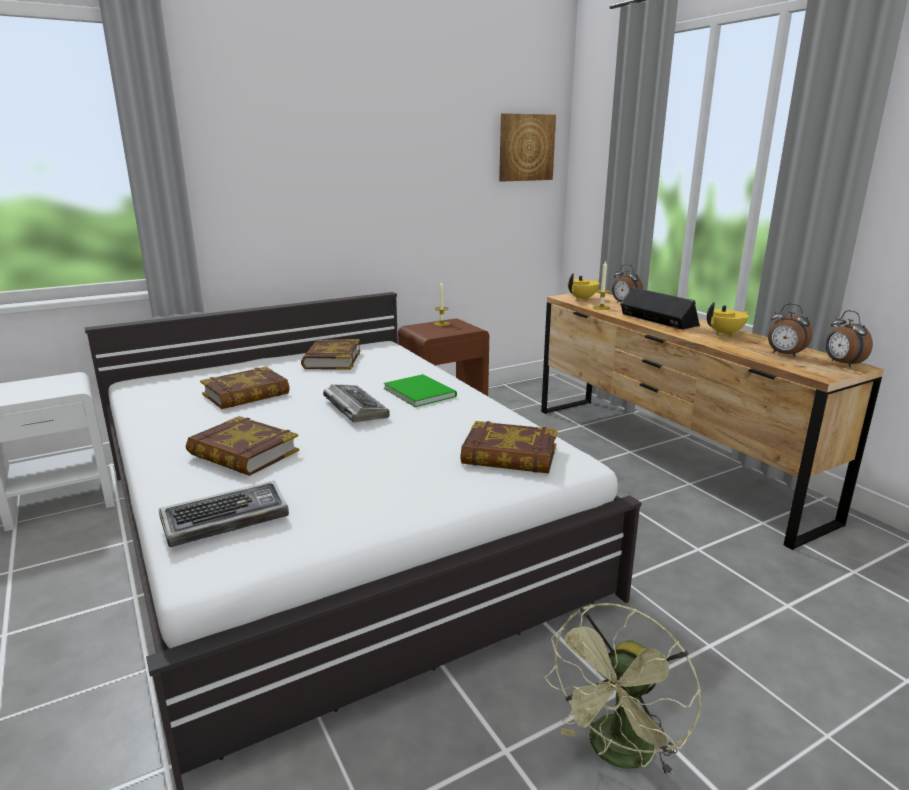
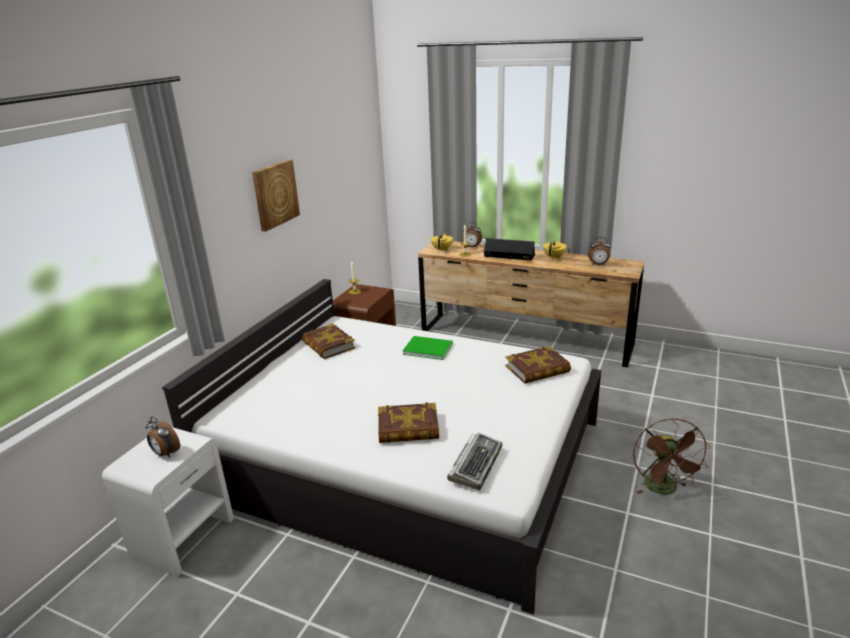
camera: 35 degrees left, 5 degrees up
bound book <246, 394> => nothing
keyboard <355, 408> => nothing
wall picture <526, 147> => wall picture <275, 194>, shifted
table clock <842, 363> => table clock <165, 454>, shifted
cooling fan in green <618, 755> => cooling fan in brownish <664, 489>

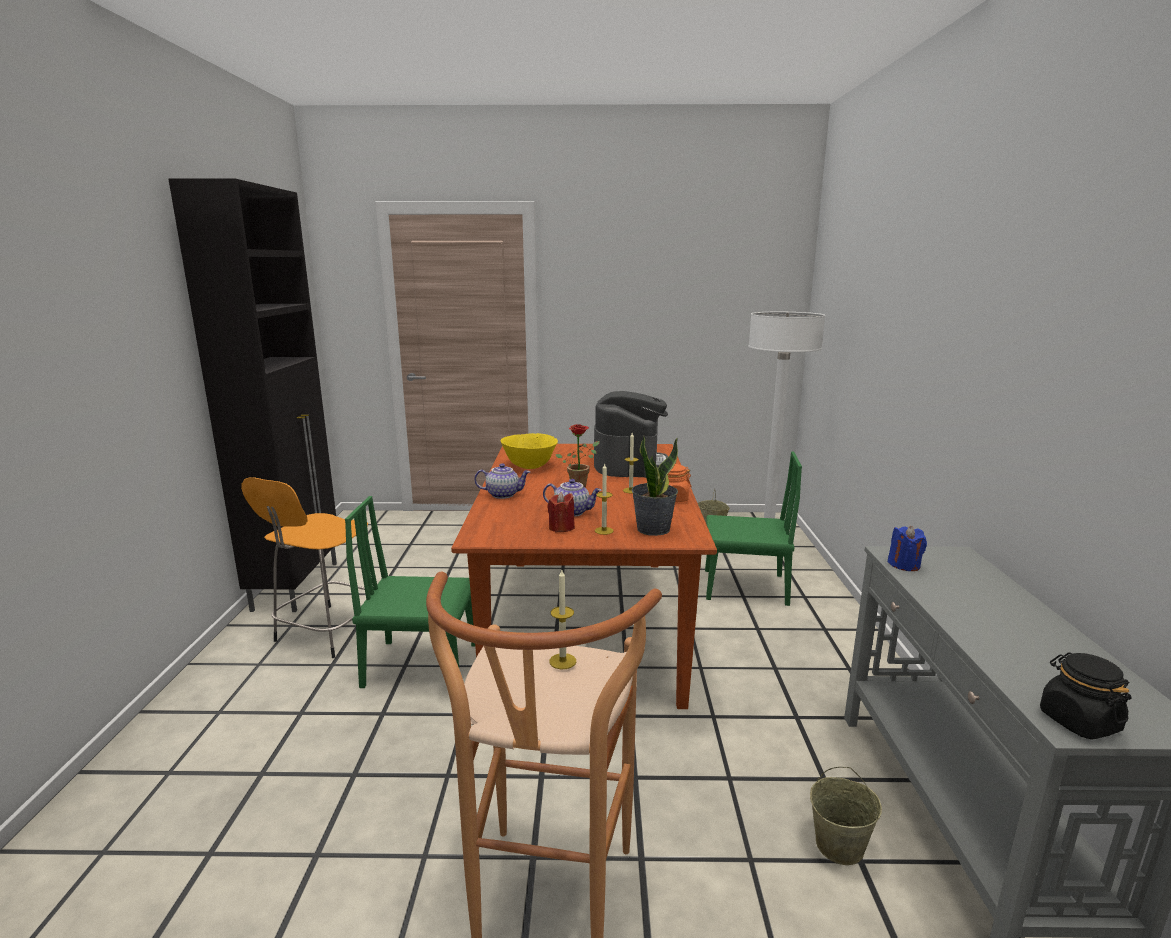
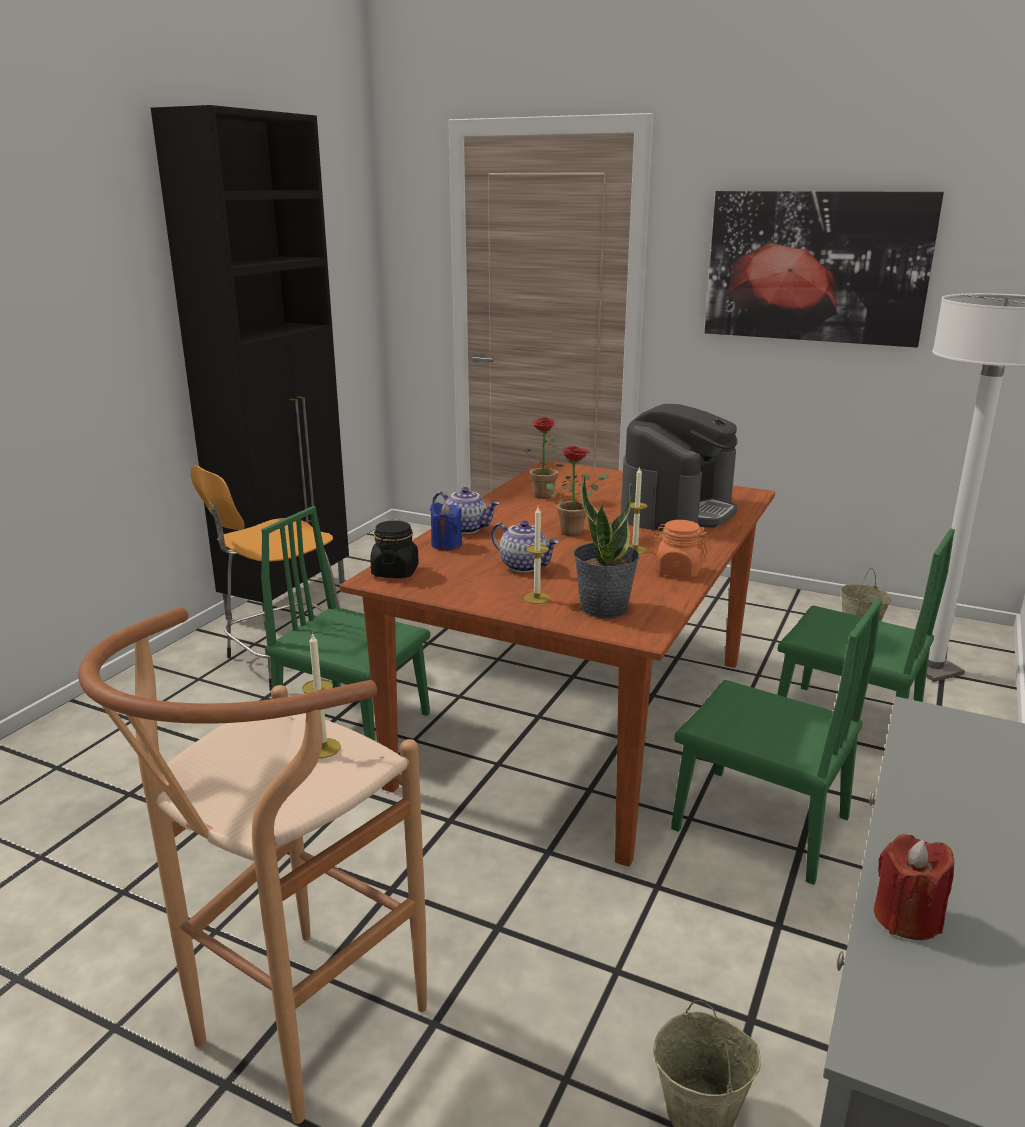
camera: 25 degrees right, 5 degrees up
nothing => plain chair in green <760, 823>
nothing => wall picture <816, 267>
wax candle in reddish <561, 528> => wax candle in reddish <906, 917>, shifted
wax candle in blue <904, 565> => wax candle in blue <446, 545>, shifted
preserve jar in blackish <1078, 721> => preserve jar in blackish <395, 572>, shifted
serving bowl in yellow-coloured <529, 466> => plant in a pot <539, 496>

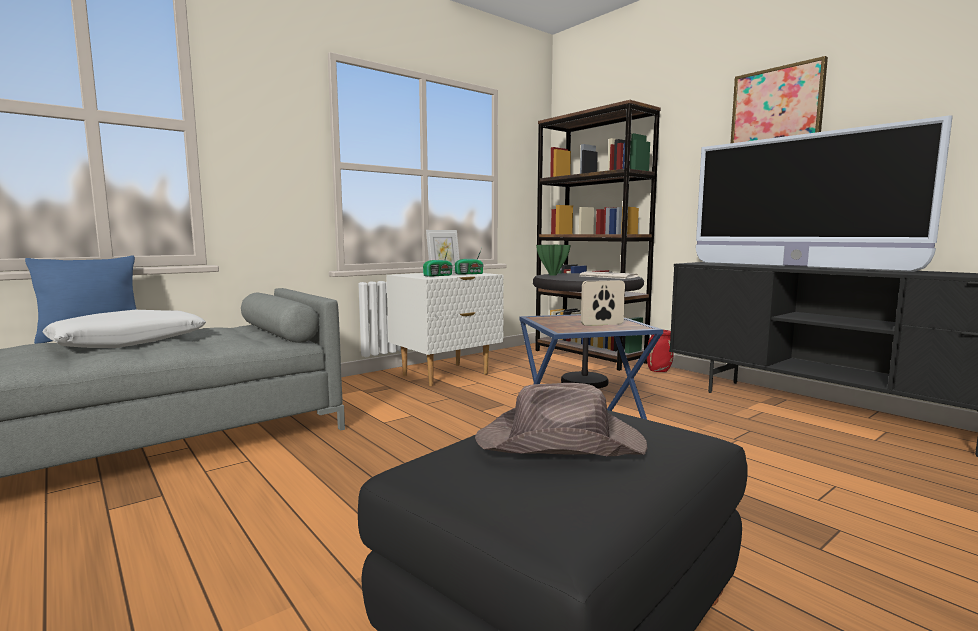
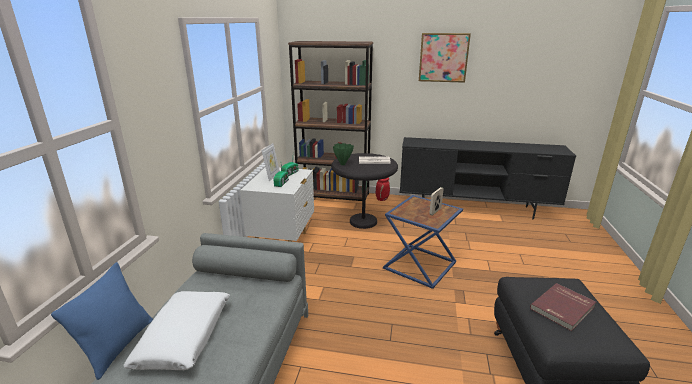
camera: 40 degrees left, 15 degrees up
TV <796, 267> => nothing
hat in brownish <561, 443> => bound book in reddish <563, 308>

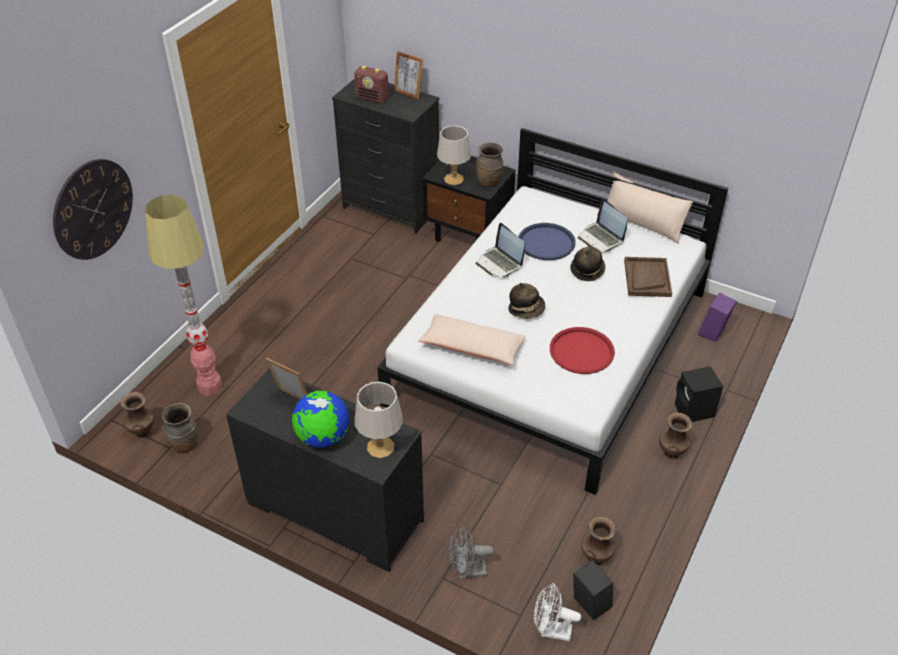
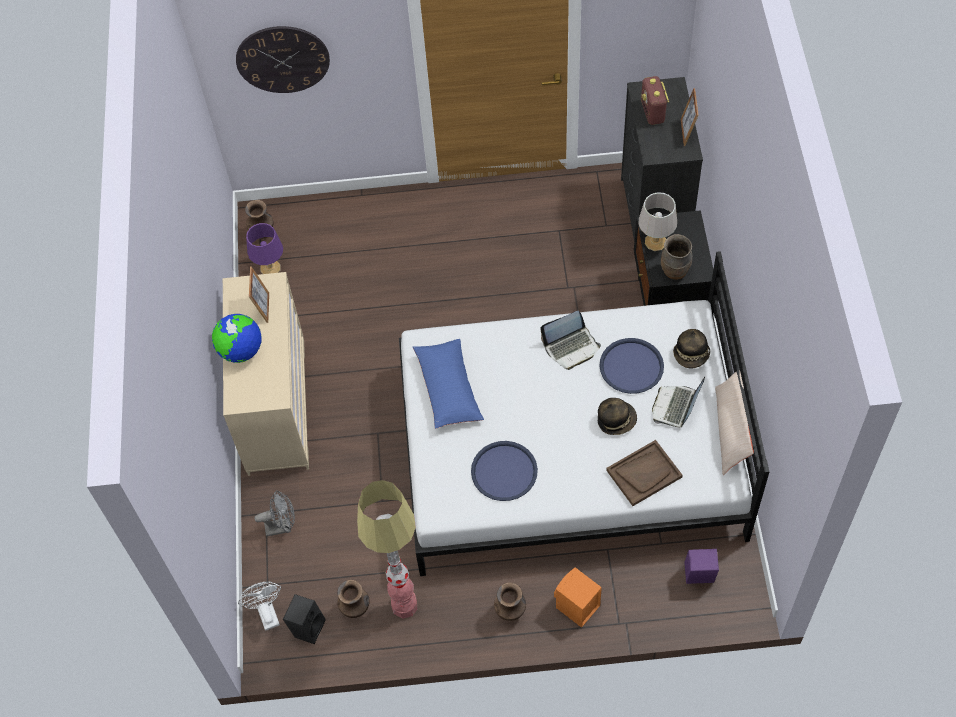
camera: 60 degrees right, 15 degrees up
lamp for a table in greyish <380, 447> => nothing
standing lamp <210, 387> => standing lamp <404, 606>, shifted
hat <526, 309> => hat <691, 355>, shifted
decorative vase in brownish <185, 444> => lamp for a table in purple-coloured <270, 268>
drawer chest in blackish <334, 513> => drawer chest in beige-coloured <275, 405>
throw pillow in beige-coloured <472, 347> => throw pillow in blue <448, 388>
carrying tray in reddish <581, 351> => carrying tray in blue <504, 471>
loudspeaker in blackish <694, 411> => loudspeaker in orange-coloured <576, 607>
cooling fan in greyish <467, 571> => cooling fan in greyish <282, 526>, 120 degrees clockwise
laptop <500, 263> => laptop <571, 347>, 135 degrees counterclockwise

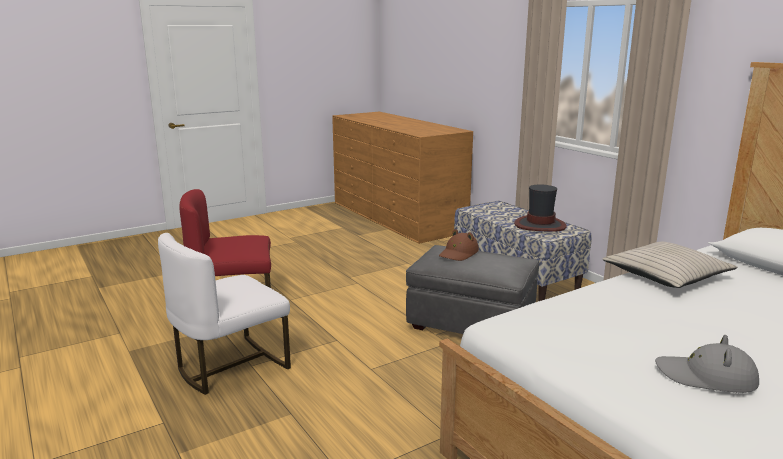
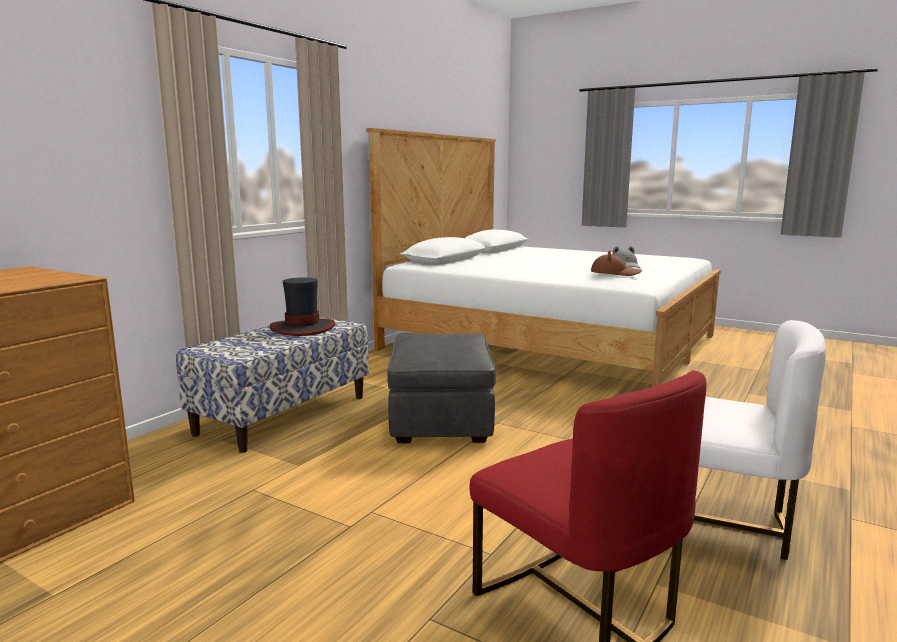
camera: 115 degrees left, 5 degrees down
throw pillow in beige-coloured <665, 275> => nothing
hat in brownish <458, 253> => hat in brownish <615, 273>, shifted

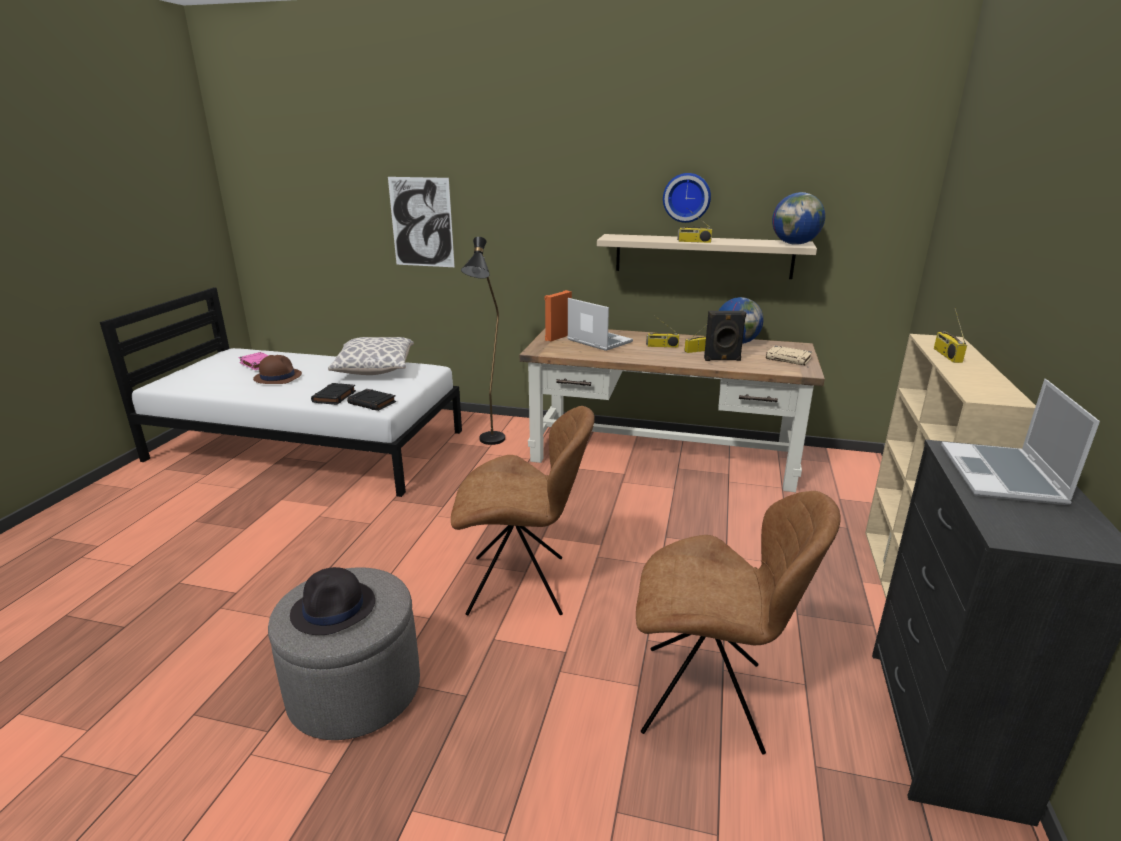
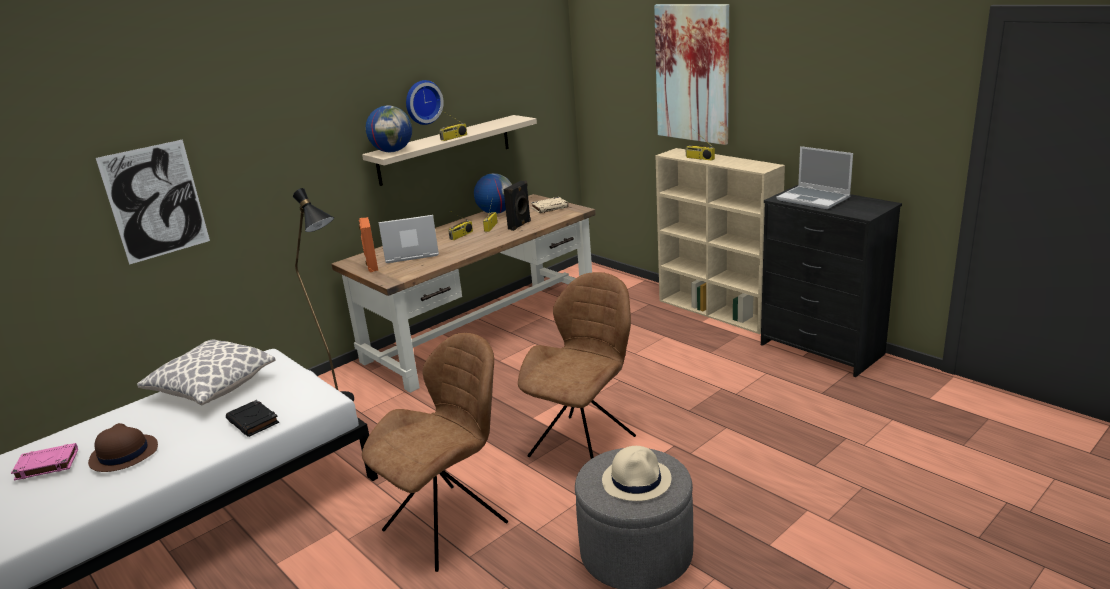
camera: 55 degrees left, 0 degrees up
bound book in blackish <372, 403> => nothing
nothing => wall picture <692, 73>
plain chair in brownish <709, 698> => plain chair in brownish <449, 524>, shifted
desk globe <795, 244> => desk globe <392, 151>, shifted
hat in blackish <334, 608> => hat in beige-coloured <637, 480>

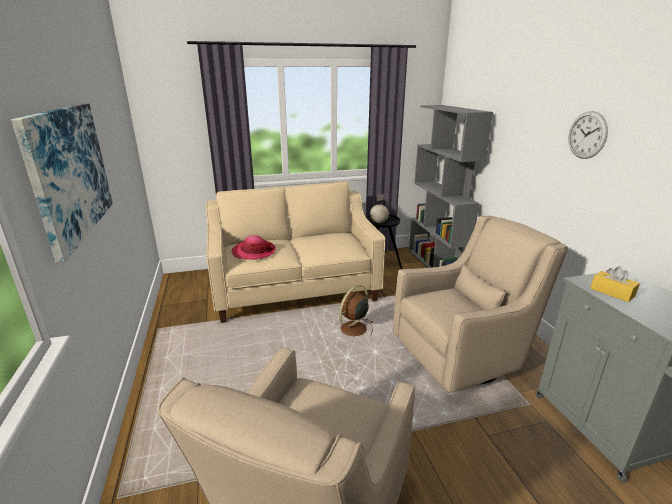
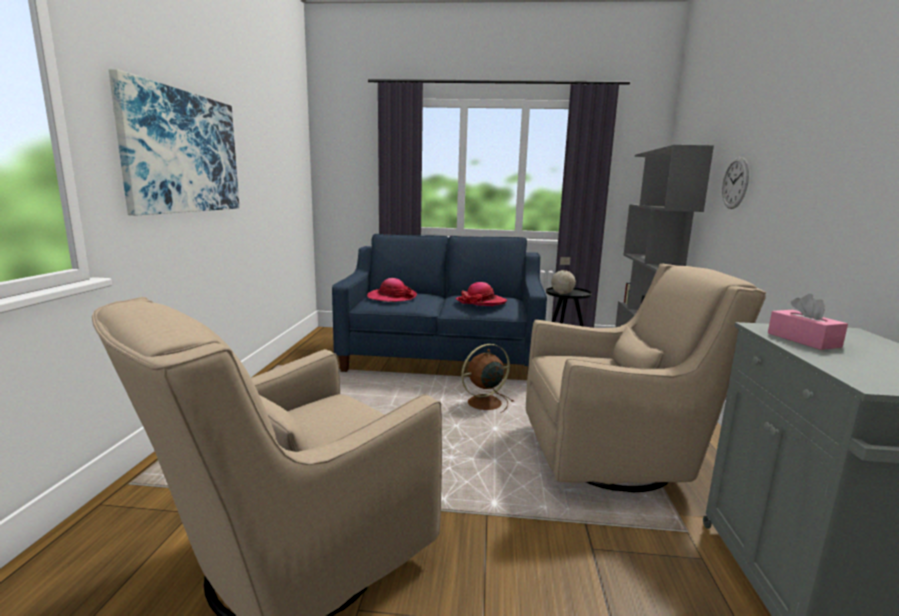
camera: 20 degrees right, 10 degrees down
nothing => hat <481, 302>
hanging clock <587, 135> => hanging clock <735, 183>, shifted
couch in beige-coloured <294, 288> => couch in blue <442, 357>
tissue holder in yellow-coloured <612, 292> => tissue holder in pink <803, 340>

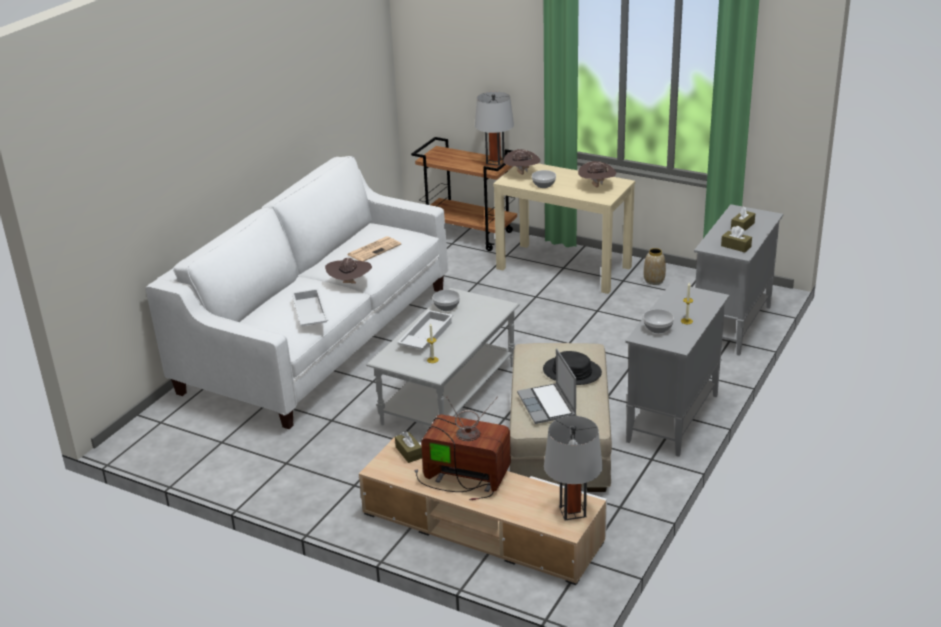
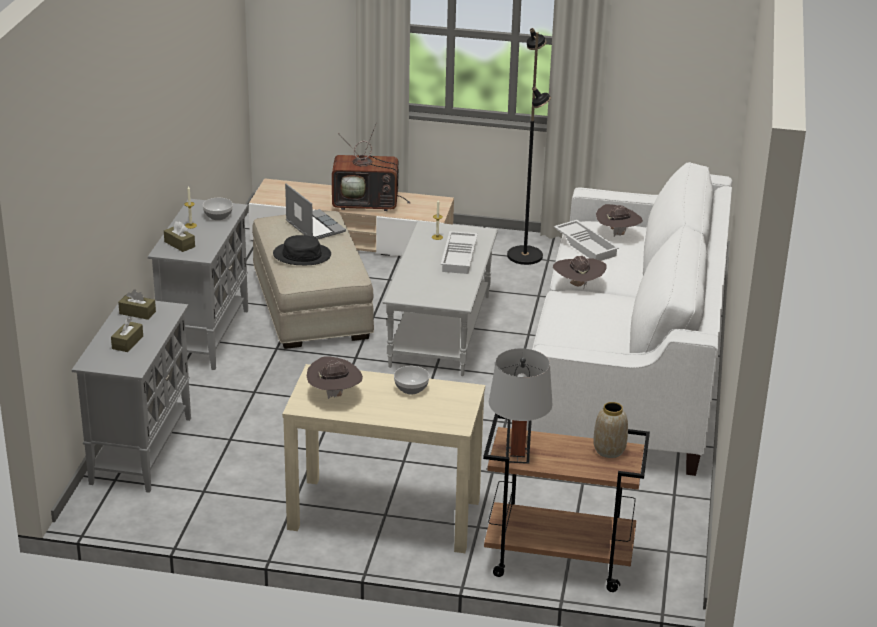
camera: 160 degrees right, 0 degrees up
newspaper <374, 249> => nothing
serving bowl <446, 307> => nothing
lamp for a table in greyish <572, 512> => nothing
nothing => standing lamp in blackish <525, 256>
tissue holder in brownish <409, 452> => tissue holder in brownish <179, 244>, shifted
hat in brownish <522, 174> => hat in brownish <617, 234>, shifted
decorative vase <654, 281> => decorative vase <608, 450>, shifted

